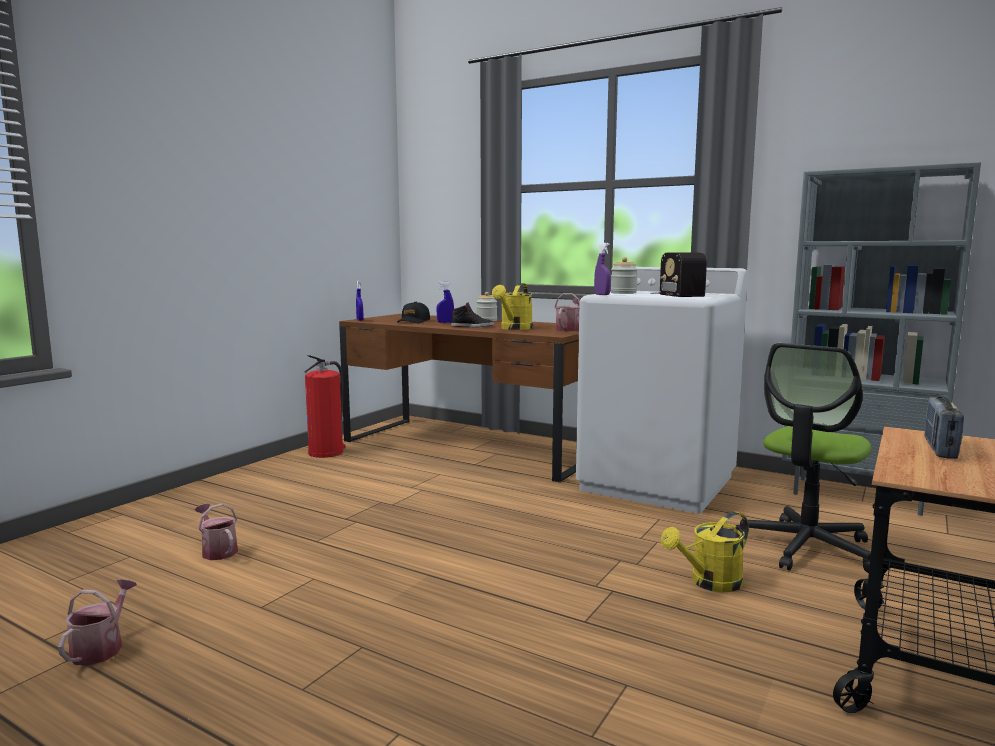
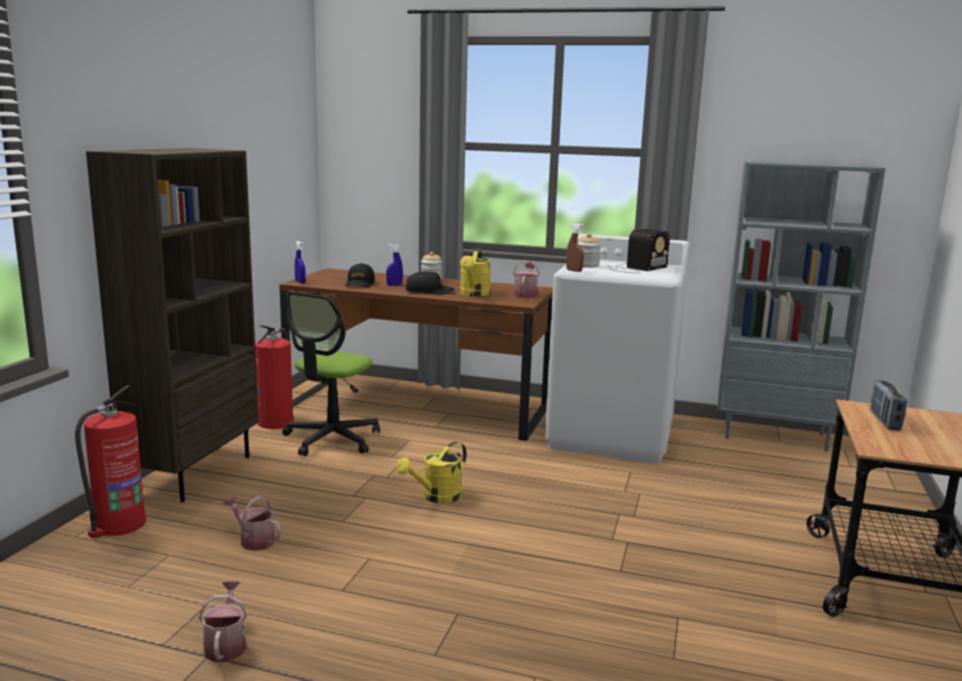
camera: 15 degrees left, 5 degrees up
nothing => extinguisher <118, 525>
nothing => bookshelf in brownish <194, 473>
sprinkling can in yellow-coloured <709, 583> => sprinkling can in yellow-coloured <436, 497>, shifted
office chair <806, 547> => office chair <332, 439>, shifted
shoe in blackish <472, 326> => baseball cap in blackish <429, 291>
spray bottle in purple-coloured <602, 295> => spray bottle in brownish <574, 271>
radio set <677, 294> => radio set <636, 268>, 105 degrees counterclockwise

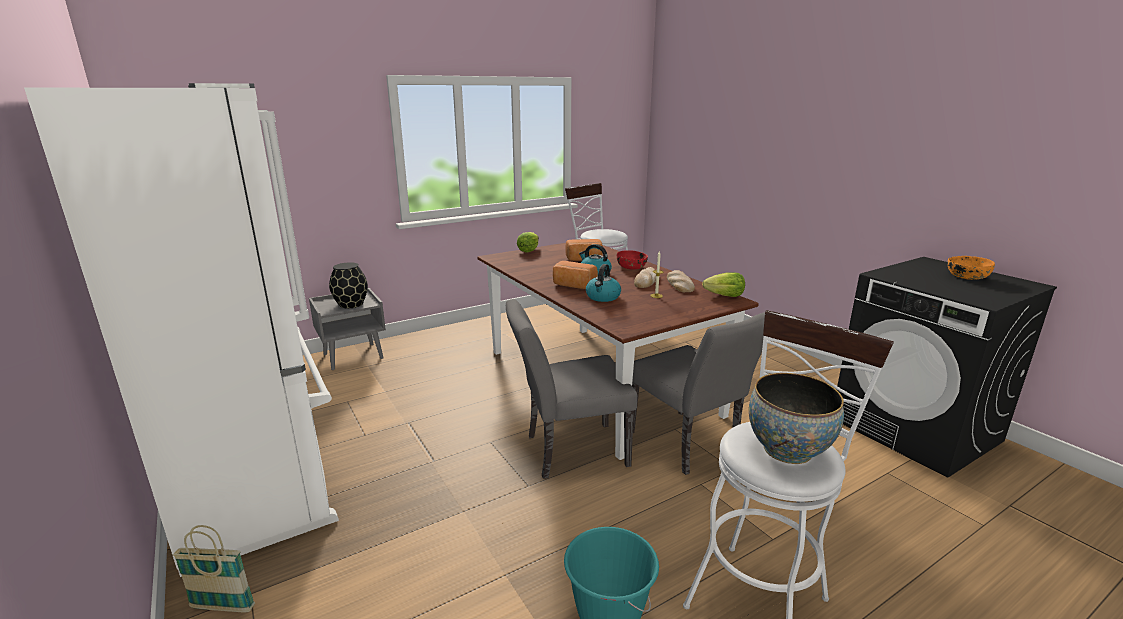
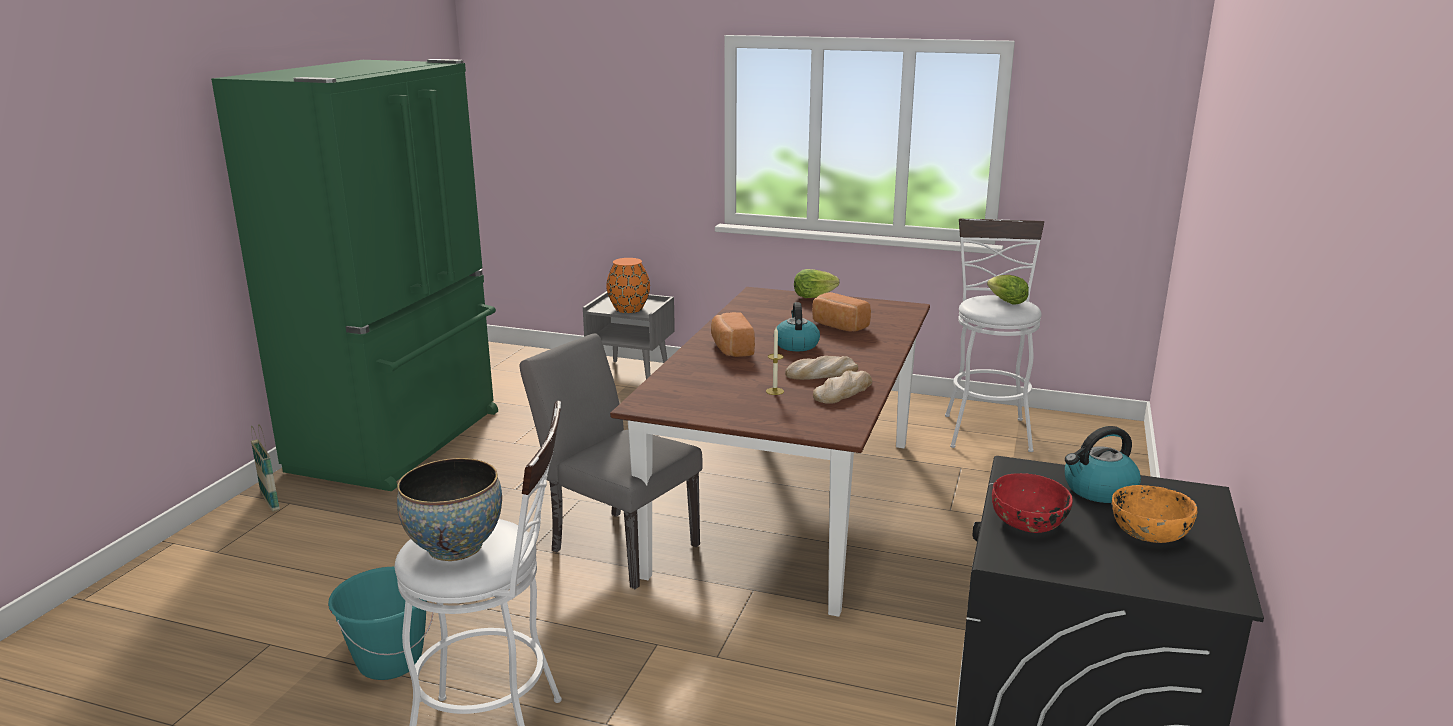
camera: 50 degrees right, 0 degrees up
plain chair in greyish <688, 445> => nothing
tea kettle <603, 297> => tea kettle <1098, 490>, shifted
serving bowl in reddish <631, 267> => serving bowl in reddish <1028, 523>, shifted
lettuce head <725, 296> => lettuce head <1007, 302>, shifted
fridge in white-coloured <258, 484> => fridge in green <401, 441>
decorative vase in blackish <350, 304> => decorative vase in orange-coloured <628, 309>

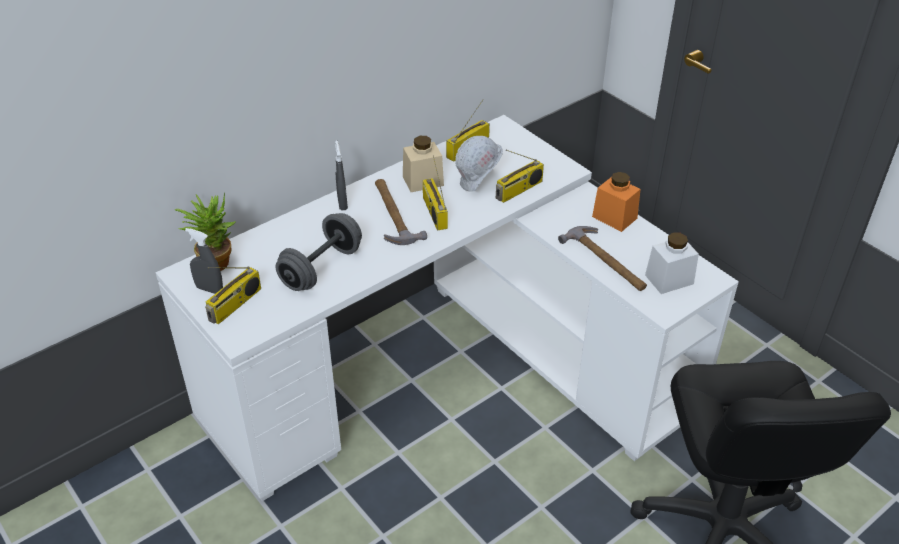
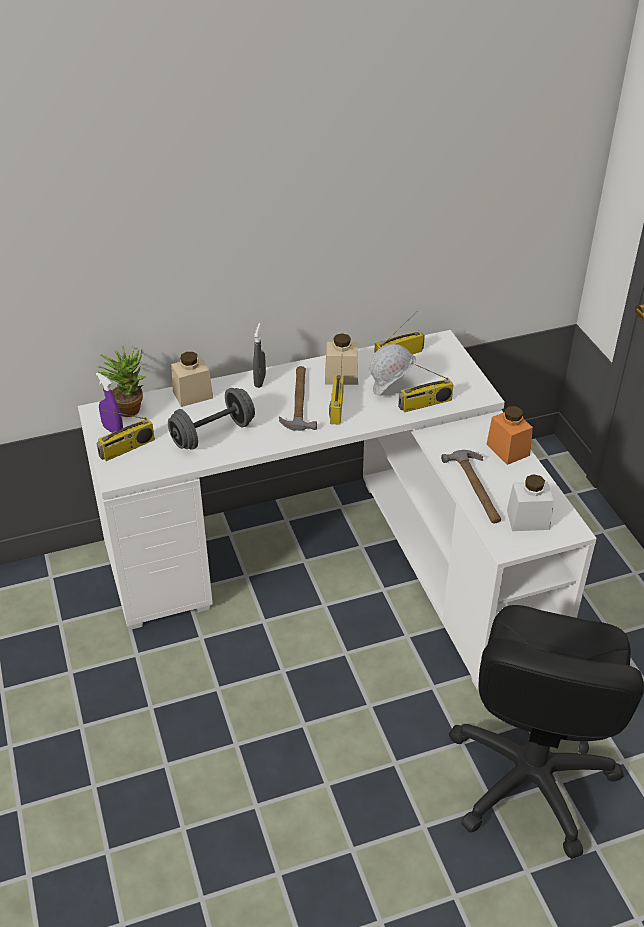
camera: 20 degrees right, 0 degrees up
nothing => preserve jar in beige-coloured <193, 395>
spray bottle in greyish <209, 289> => spray bottle in purple-coloured <113, 430>

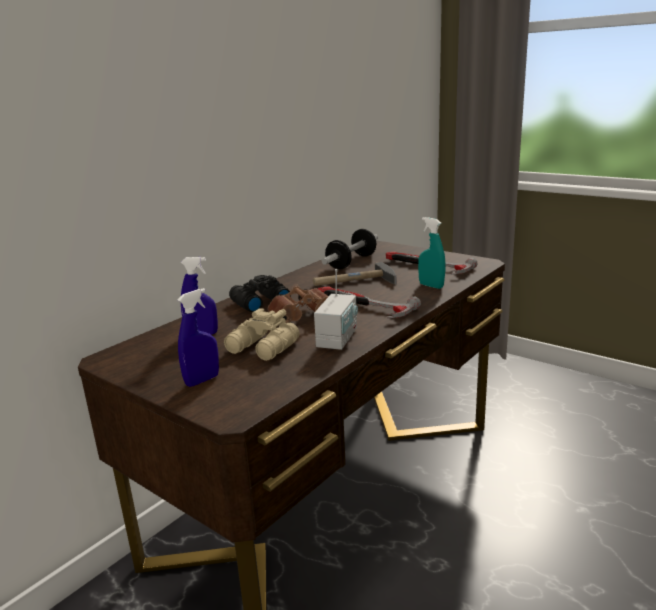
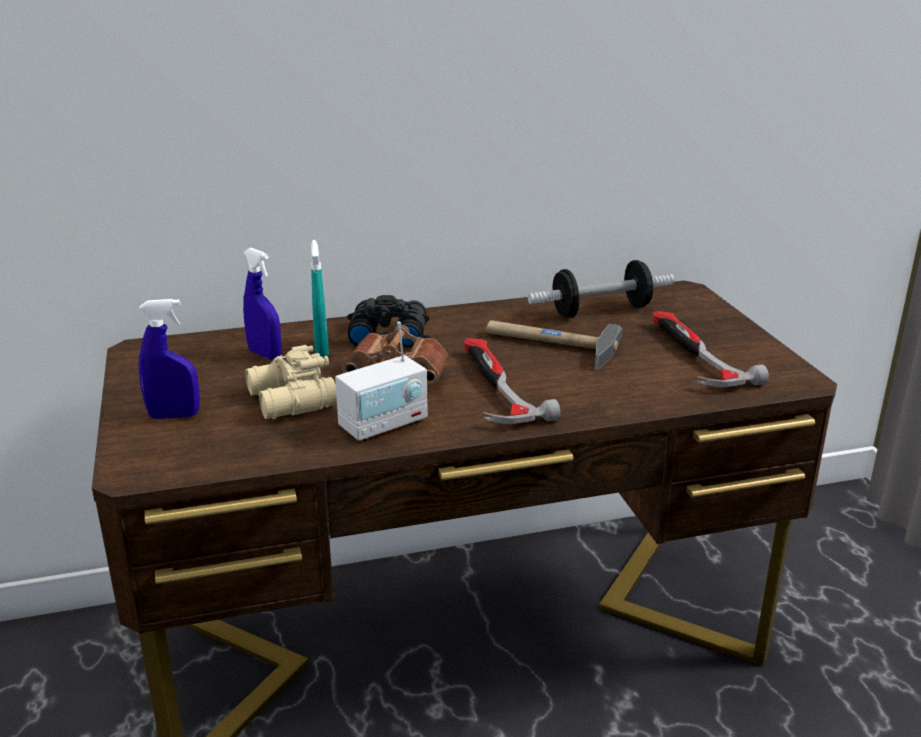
camera: 35 degrees right, 5 degrees up
spray bottle in blue-green <431, 286> => spray bottle in blue-green <321, 349>, shifted

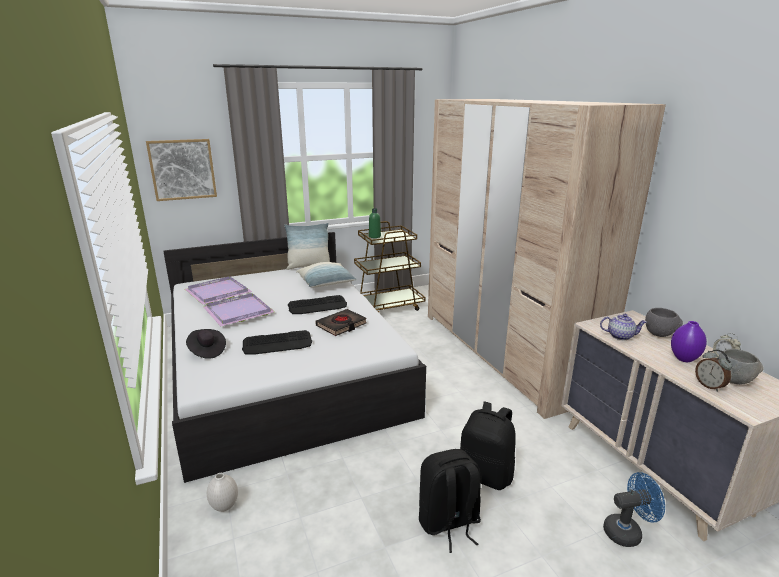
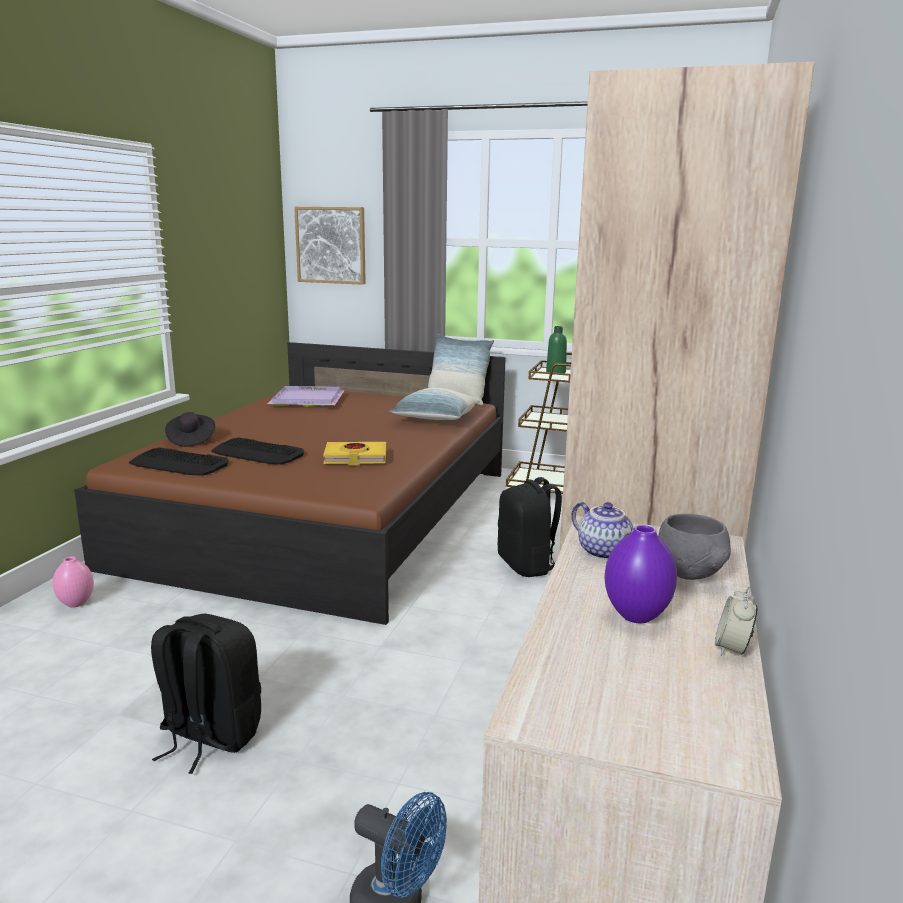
camera: 40 degrees right, 5 degrees down
carrying tray in purple-coloured <240, 311> => nothing
table clock <709, 386> => nothing
serving bowl in greyish <734, 381> => nothing
keyboard <317, 306> => keyboard <179, 464>, shifted
knapsack in blackish <486, 474> => knapsack in blackish <527, 565>, shifted
bedroom bed in white-coloured <282, 369> => bedroom bed in brownish <327, 515>
decorative vase in white-coloured <224, 506> => decorative vase in pink <76, 603>
bound book in blackish <341, 325> => bound book in yellow-coloured <355, 458>

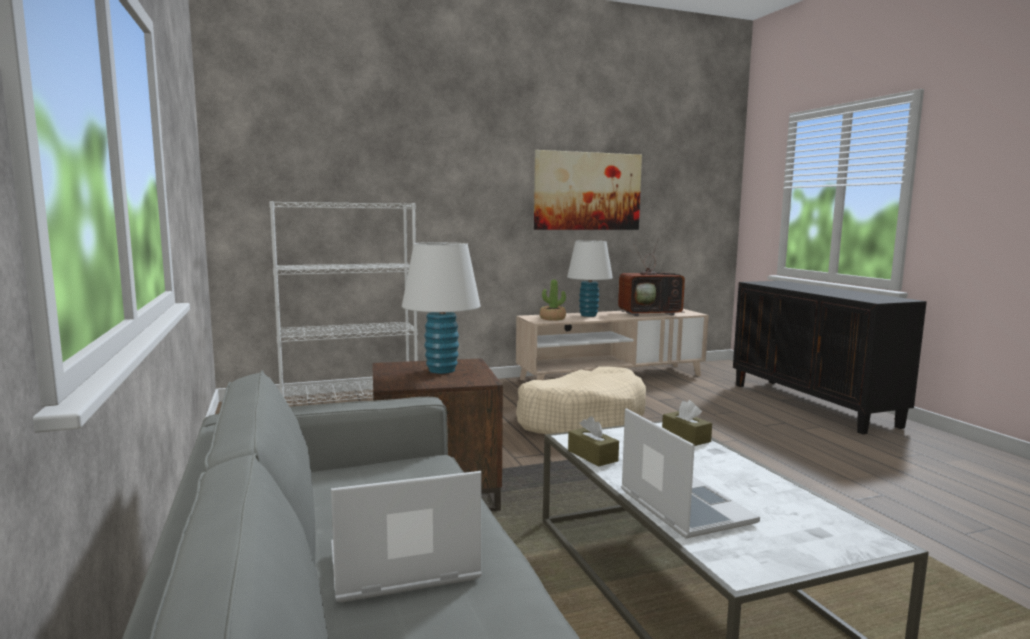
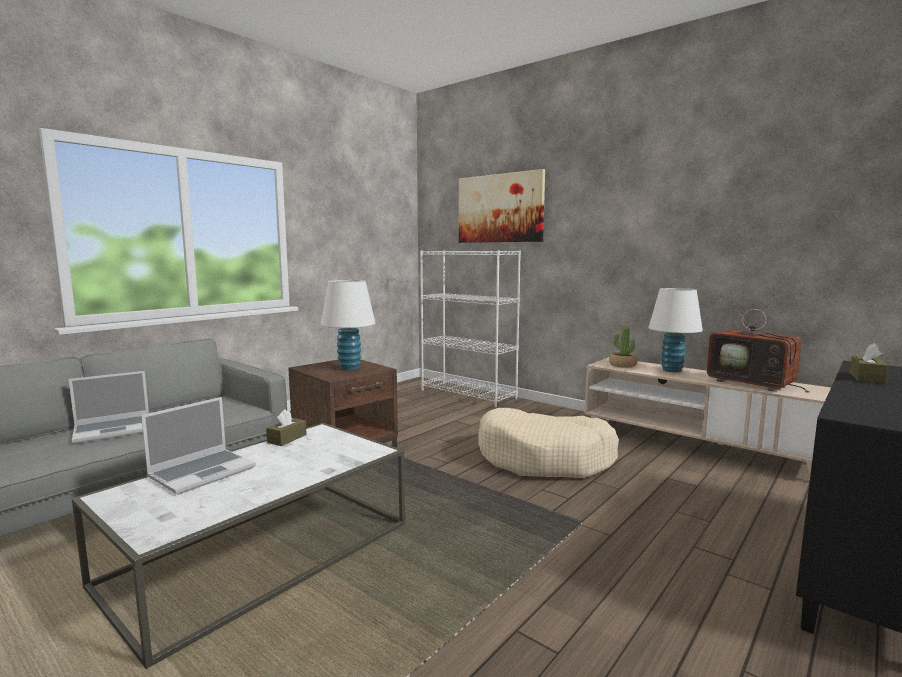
camera: 60 degrees right, 0 degrees up
wall picture <587, 191> => wall picture <500, 208>, shifted
tissue holder in brownish <686, 437> => tissue holder in brownish <866, 378>, shifted
laptop <401, 565> => laptop <114, 430>, 105 degrees clockwise

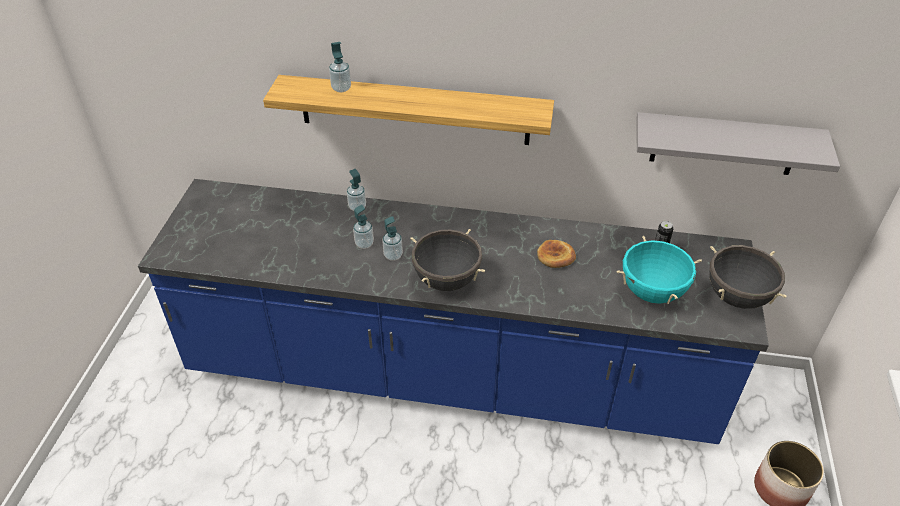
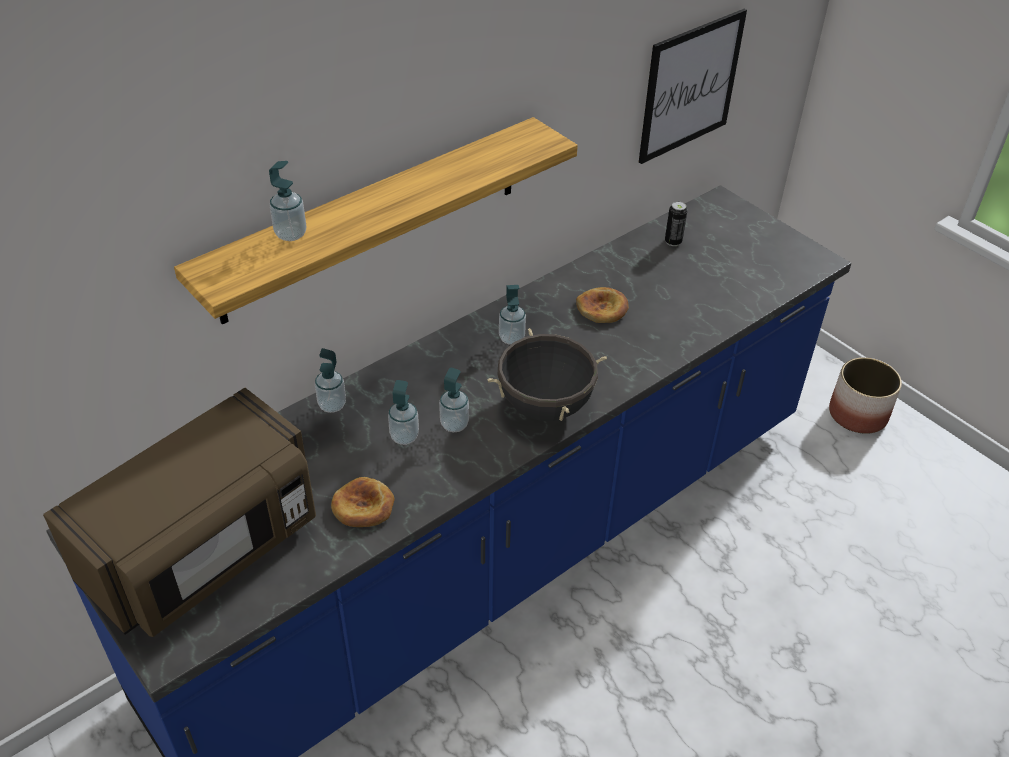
camera: 50 degrees left, 0 degrees up
stockpot in blue-green <652, 292> => nothing
stockpot in blackish <737, 297> => nothing
nothing => kitchen microwave in brownish <205, 550>
nothing => baked bread <363, 506>
nothing => liquid soap bottle <511, 338>
shelf in greyish <724, 144> => wall picture <690, 86>

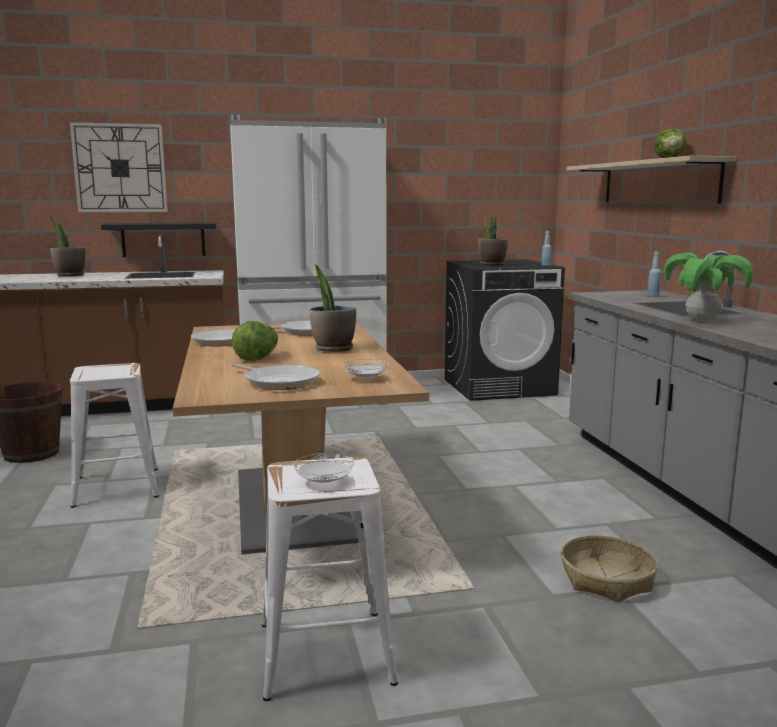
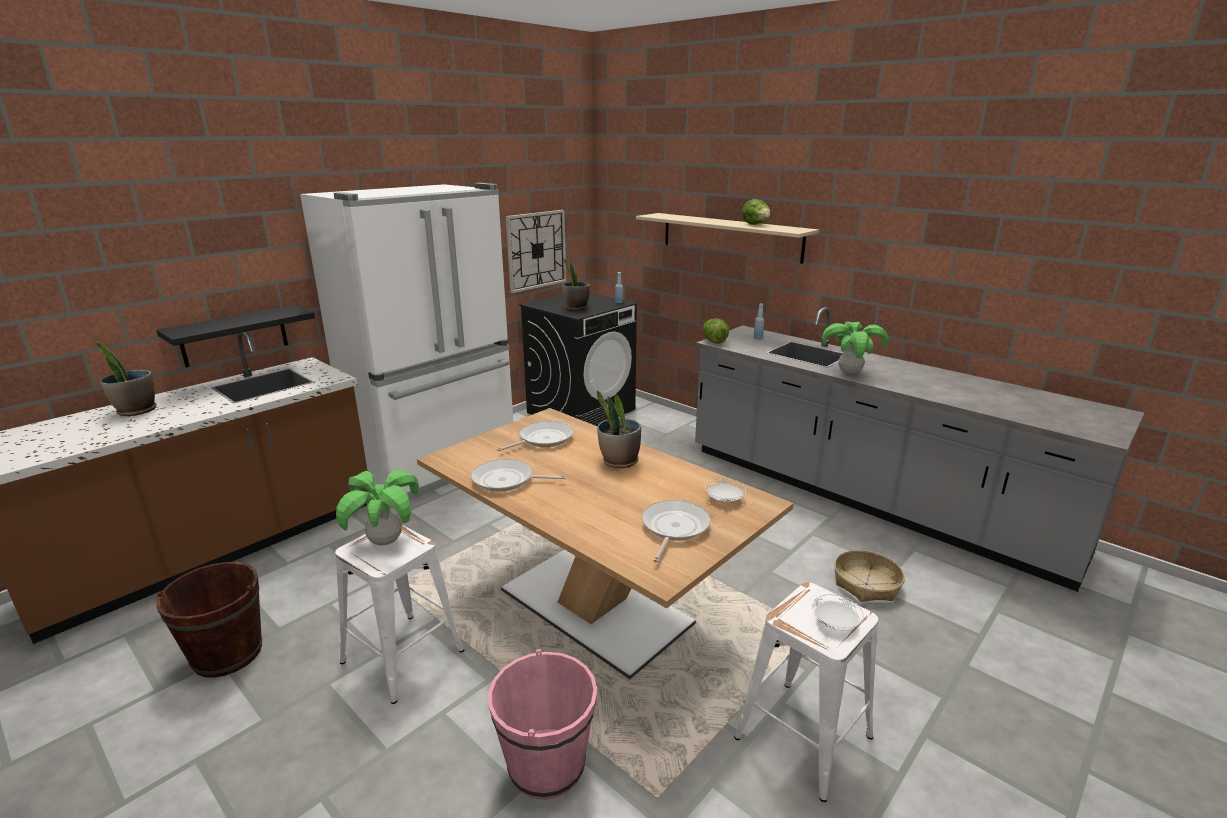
camera: 35 degrees left, 10 degrees up
nothing => plant in a pot <385, 541>
nothing => pail in pink <547, 765>
hanging clock <120, 168> => hanging clock <536, 250>, shifted
lettuce head <257, 358> => lettuce head <714, 341>, shifted
pan <279, 382> => pan <673, 528>, 75 degrees counterclockwise

